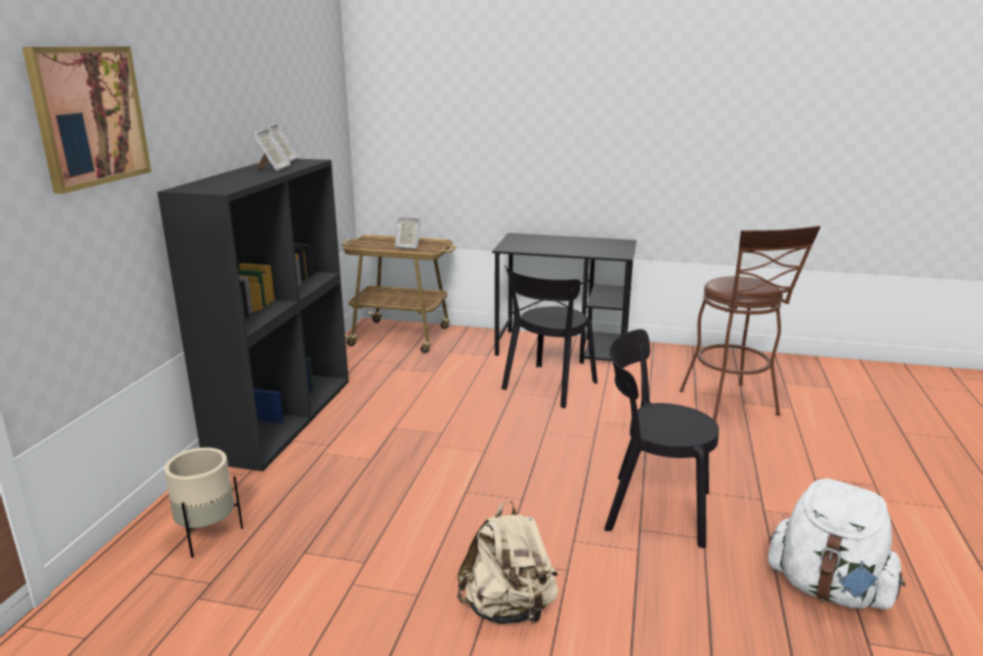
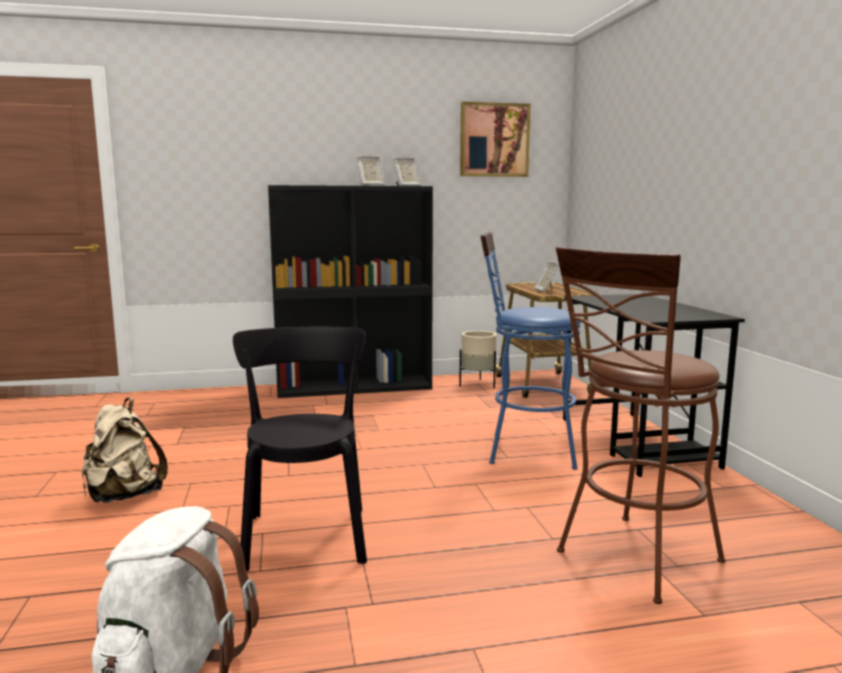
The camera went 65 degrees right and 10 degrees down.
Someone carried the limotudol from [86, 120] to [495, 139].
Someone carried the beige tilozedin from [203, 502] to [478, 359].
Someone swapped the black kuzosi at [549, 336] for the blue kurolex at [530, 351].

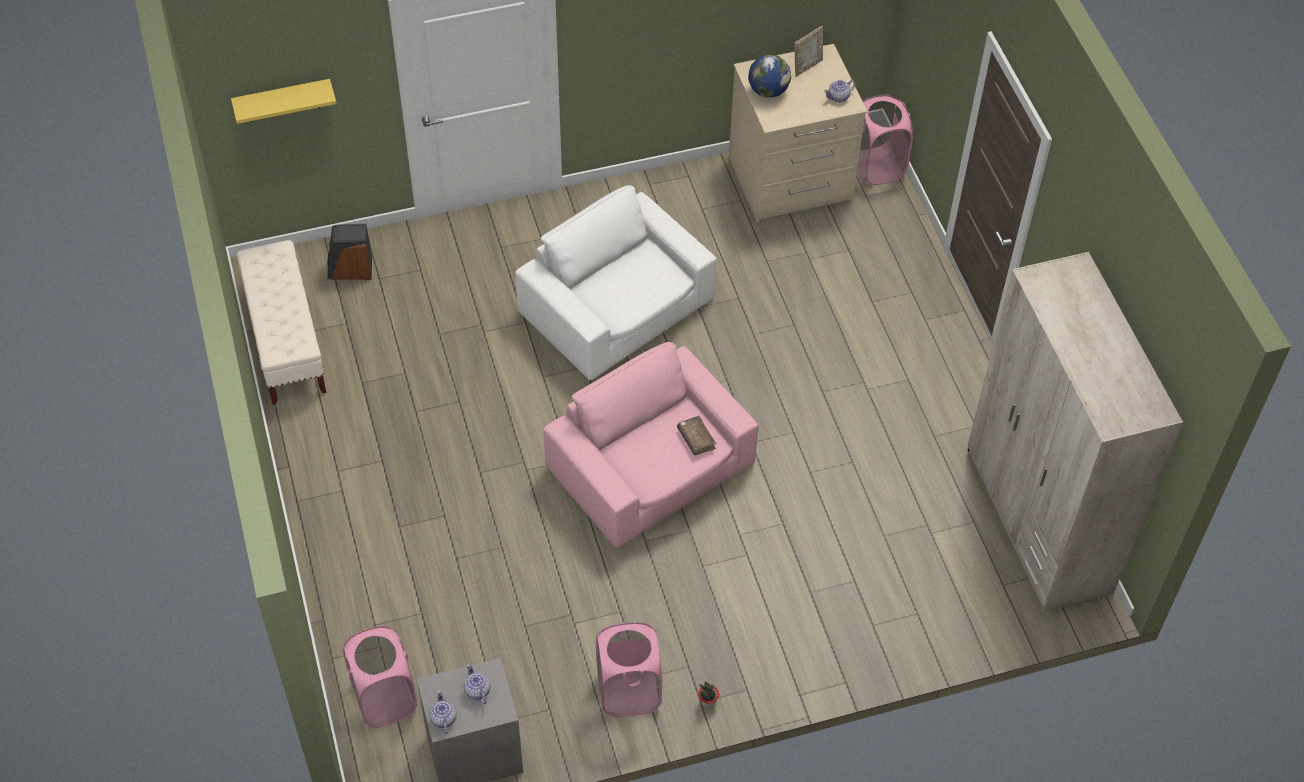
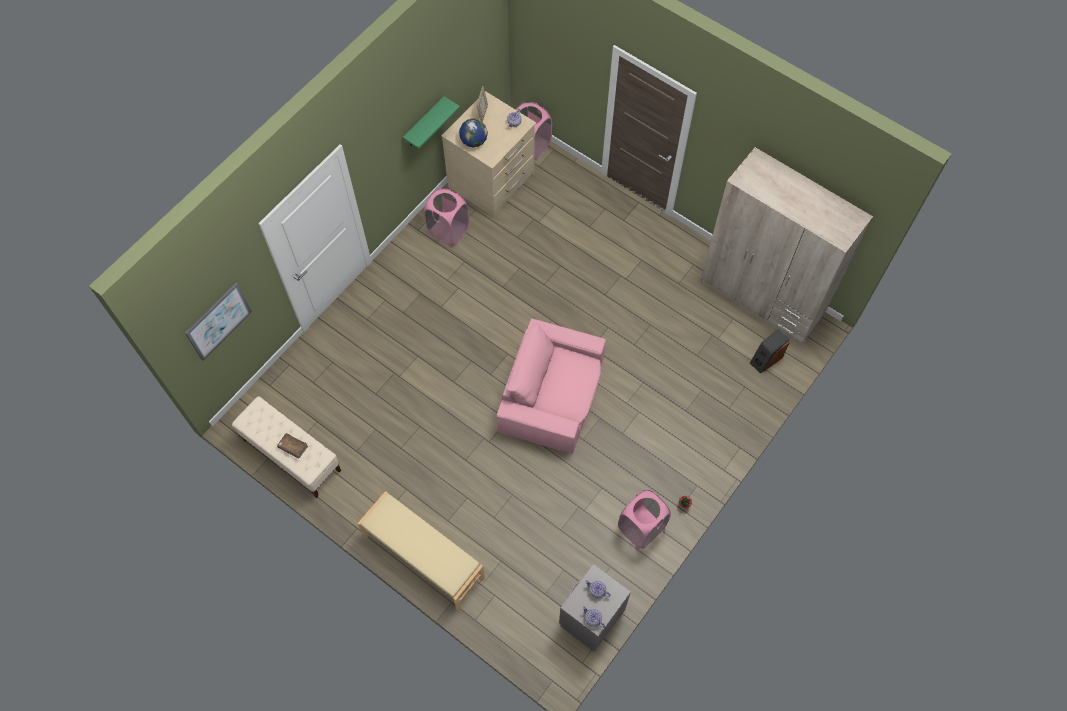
The camera went 35 degrees left and 10 degrees up.
Someone swapped the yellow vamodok at [284, 101] for the limotudol at [218, 321].
Someone carried the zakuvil from [349, 252] to [769, 351].
Someone carried the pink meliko from [379, 677] to [446, 216].
Someone took away the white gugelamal at [616, 282].
Someone carried the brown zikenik from [696, 435] to [292, 446].
Someone put down the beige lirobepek at [421, 551].
Someone put up the green vamodok at [431, 122].

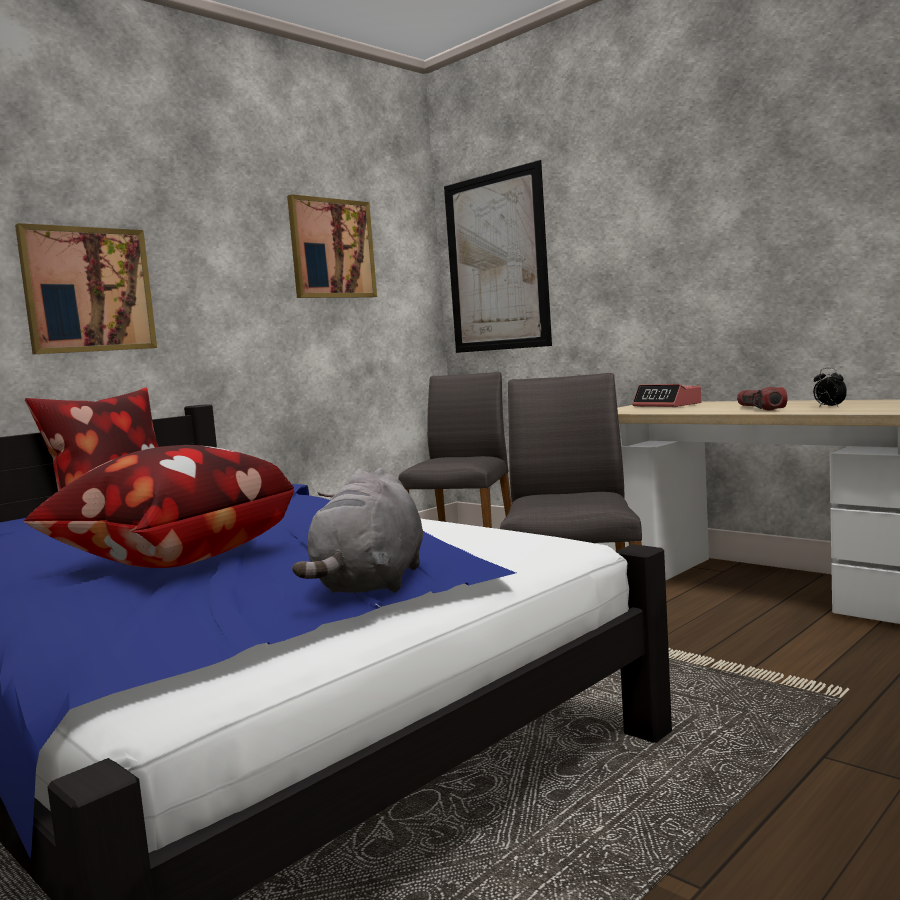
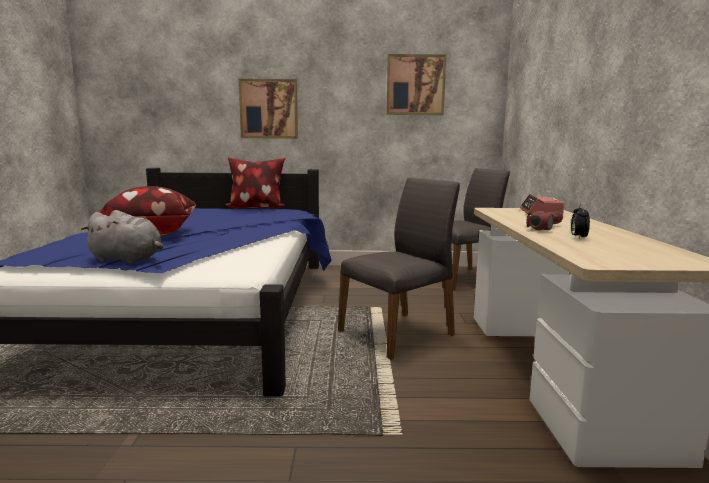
The camera went 45 degrees right and 5 degrees up.
Someone rotated the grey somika at [357, 530] by 135 degrees counterclockwise.
Someone took away the limotudol at [498, 256].

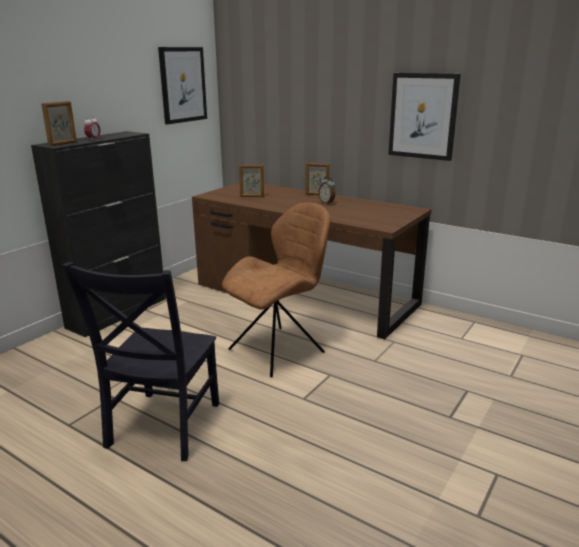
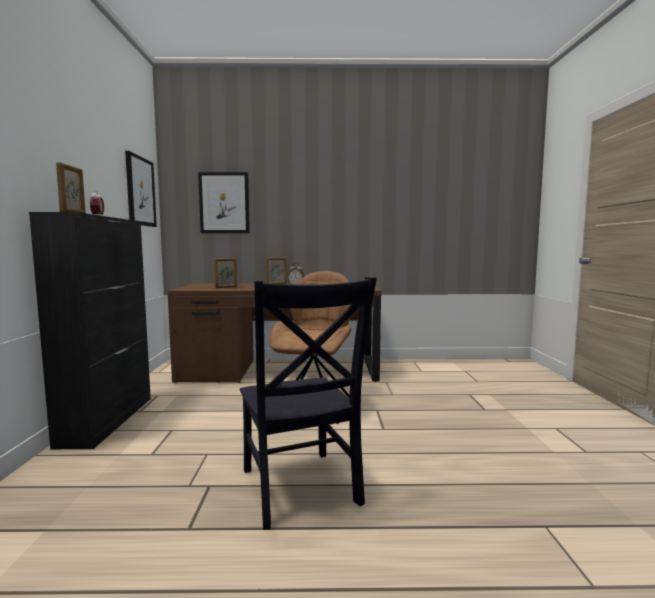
The camera went 35 degrees left and 15 degrees down.
Someone carried the limotudol from [424, 117] to [224, 202].

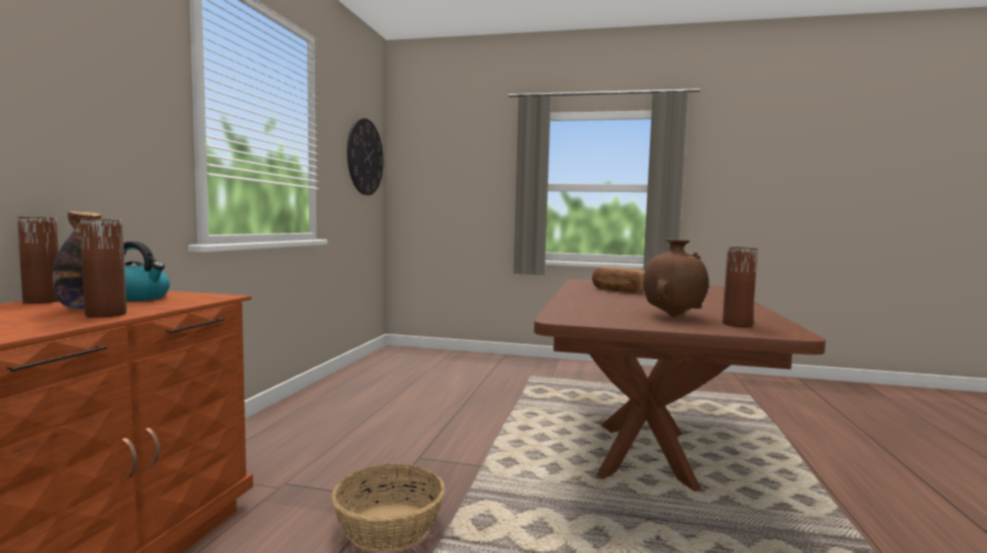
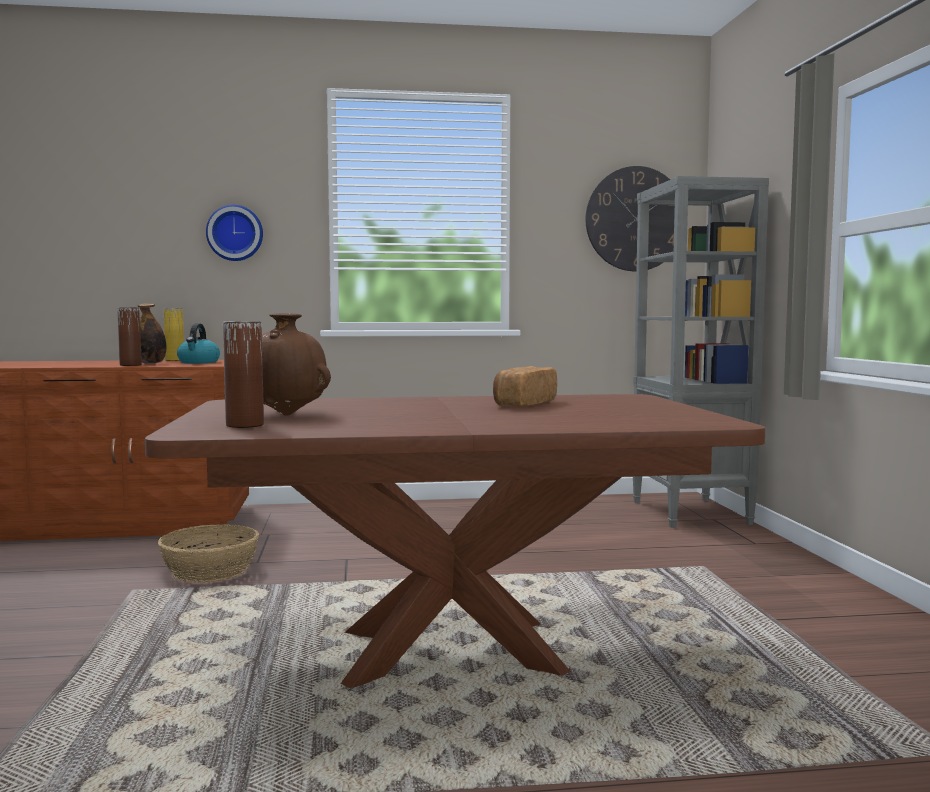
The camera went 70 degrees right and 0 degrees up.
Someone repainted the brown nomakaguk at [38, 260], which became the yellow nomakaguk at [173, 334].
Someone put up the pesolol at [234, 233].
Someone put down the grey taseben at [701, 352].

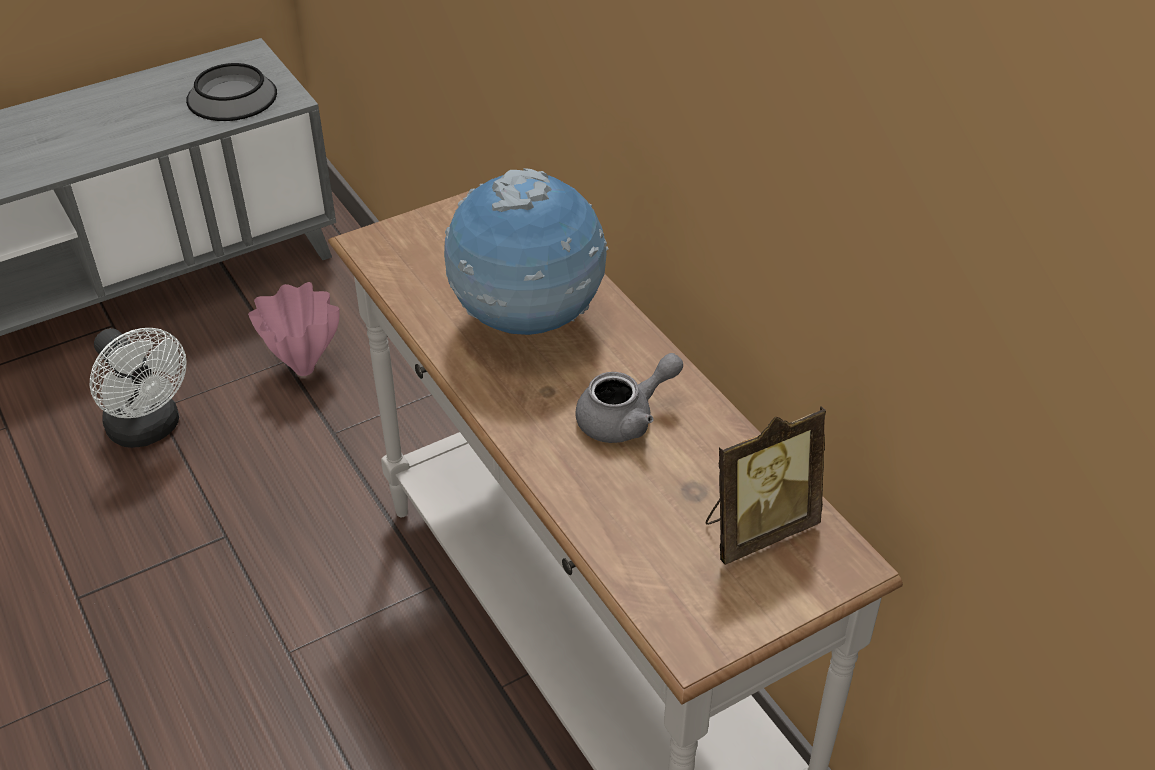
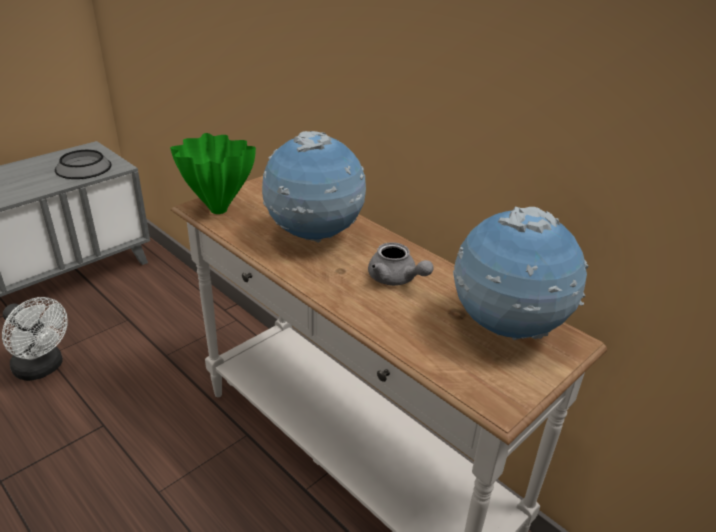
The camera went 15 degrees left and 10 degrees down.
Someone took away the pink nomakaguk at [293, 329].
Someone rotated the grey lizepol at [629, 398] by 90 degrees clockwise.
Someone swapped the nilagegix at [765, 486] for the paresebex at [520, 273].
Someone put down the green nomakaguk at [213, 173].

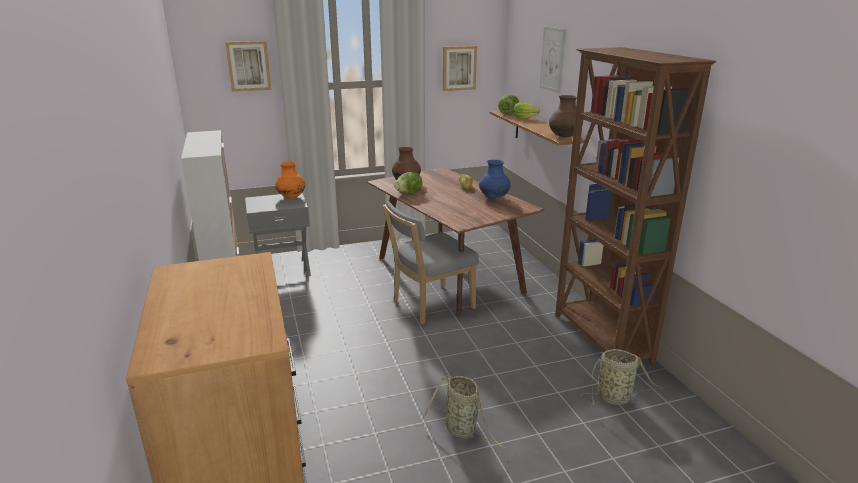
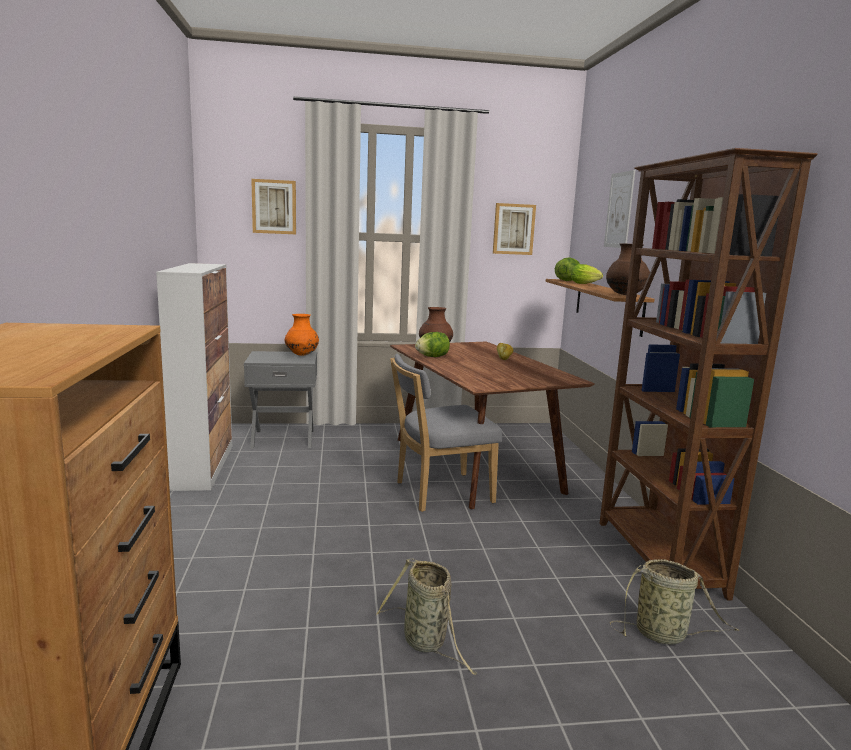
The camera went 10 degrees right and 10 degrees down.
Someone took away the blue nomakaguk at [494, 179].

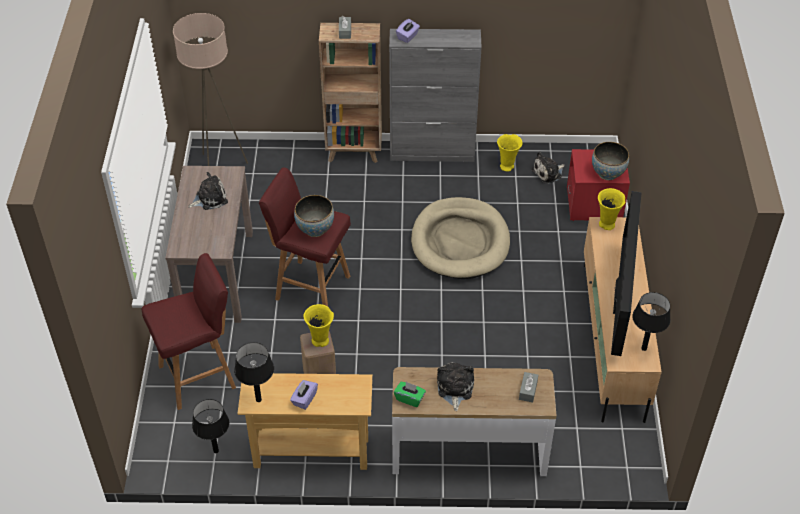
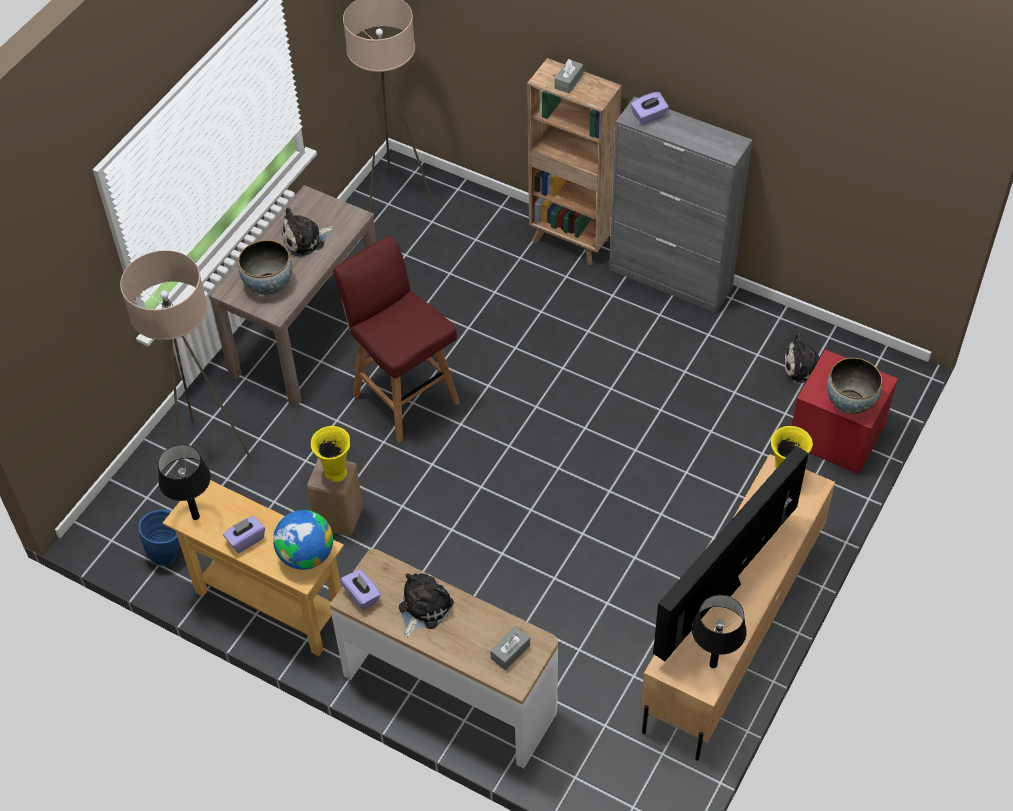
The camera went 30 degrees right and 5 degrees up.
Someone swapped the red kurolex at [188, 331] for the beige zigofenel at [185, 359].
Someone rotated the somika at [208, 191] by 150 degrees clockwise.
Someone swapped the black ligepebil at [210, 426] for the blue nomakaguk at [159, 537].
Someone carried the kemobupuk from [314, 216] to [265, 268].
Someone repainted the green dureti at [410, 394], which became the purple dureti at [361, 589].
Someone took away the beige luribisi at [460, 238].
Someone took away the yellow nomakaguk at [509, 152].
Someone put down the paresebex at [303, 540].

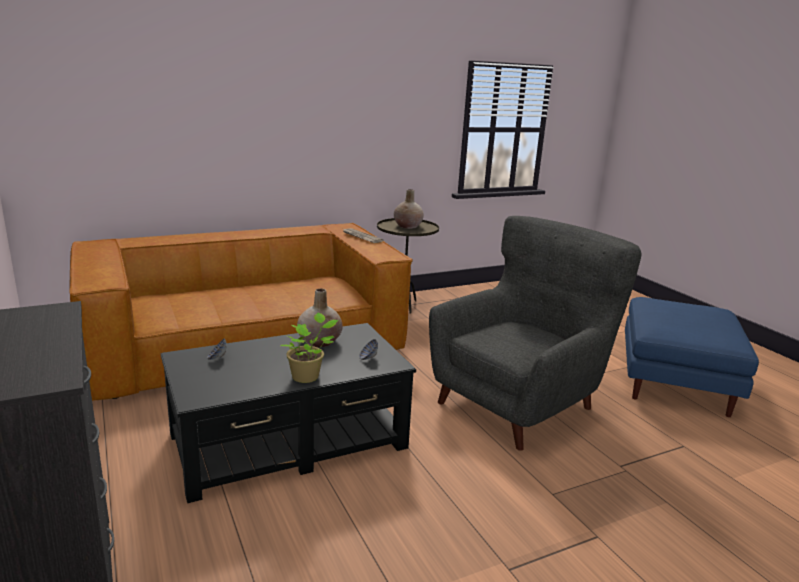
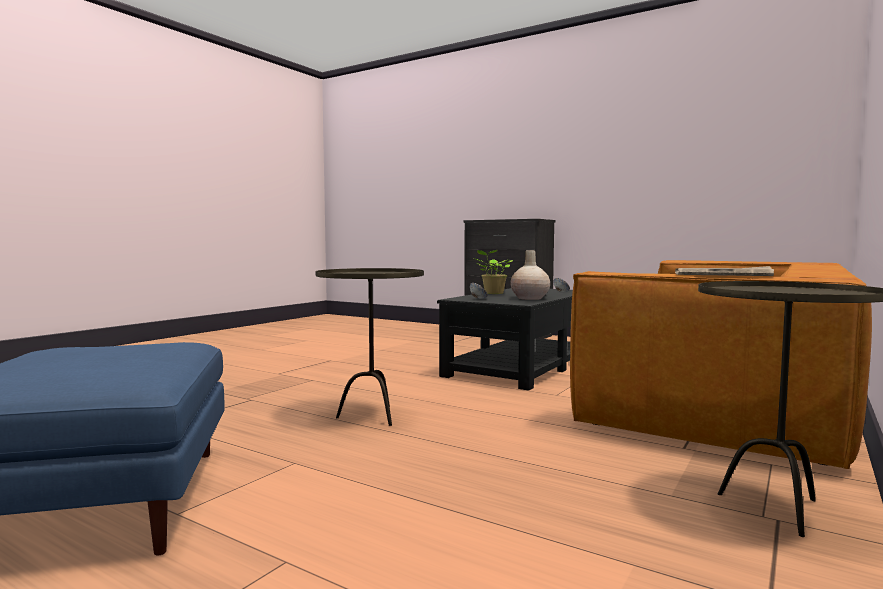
The camera went 150 degrees right and 15 degrees down.
Someone took away the beige nomakaguk at [409, 209].
Someone swapped the grey gugelamal at [535, 333] for the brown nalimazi at [369, 347].

